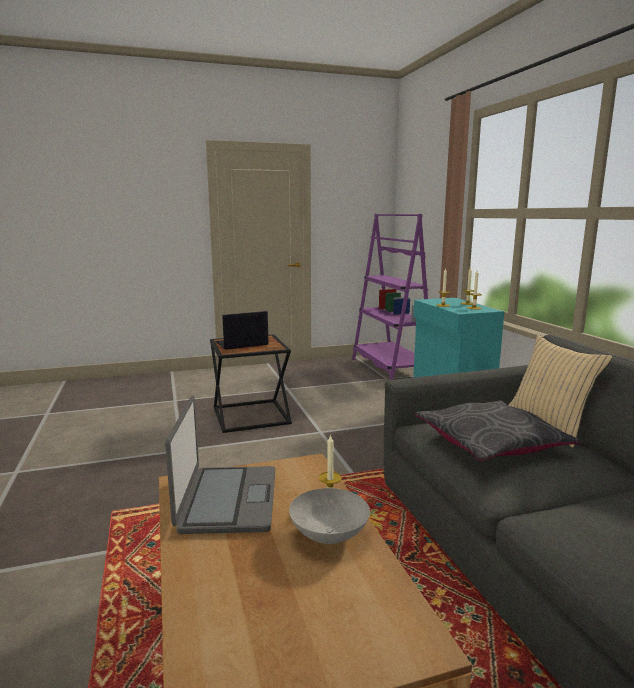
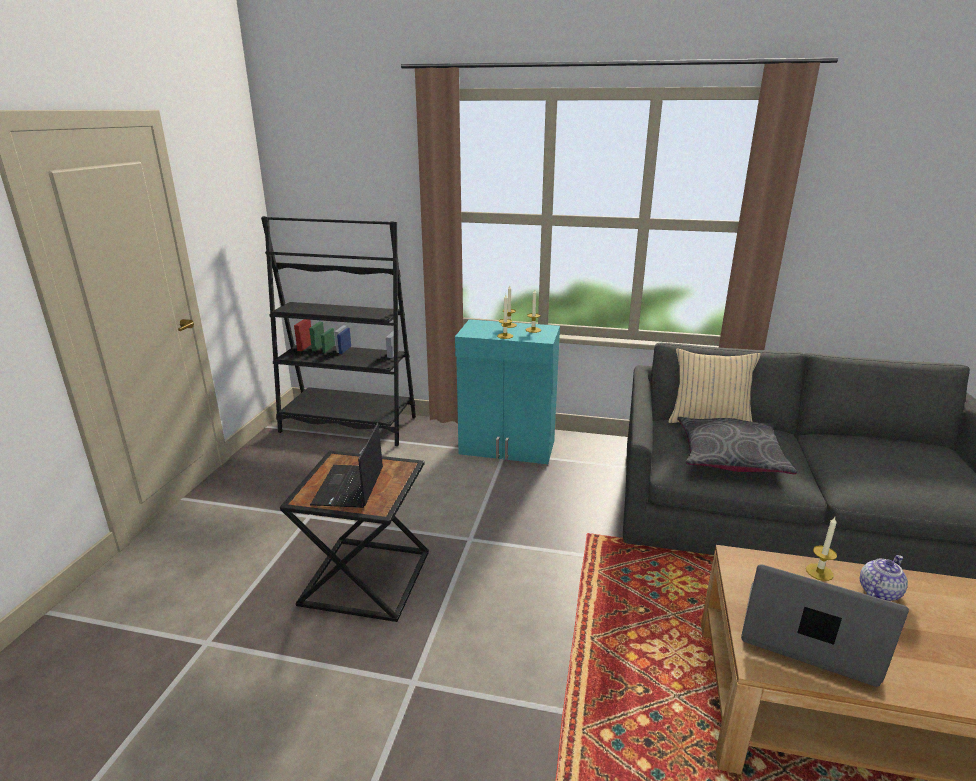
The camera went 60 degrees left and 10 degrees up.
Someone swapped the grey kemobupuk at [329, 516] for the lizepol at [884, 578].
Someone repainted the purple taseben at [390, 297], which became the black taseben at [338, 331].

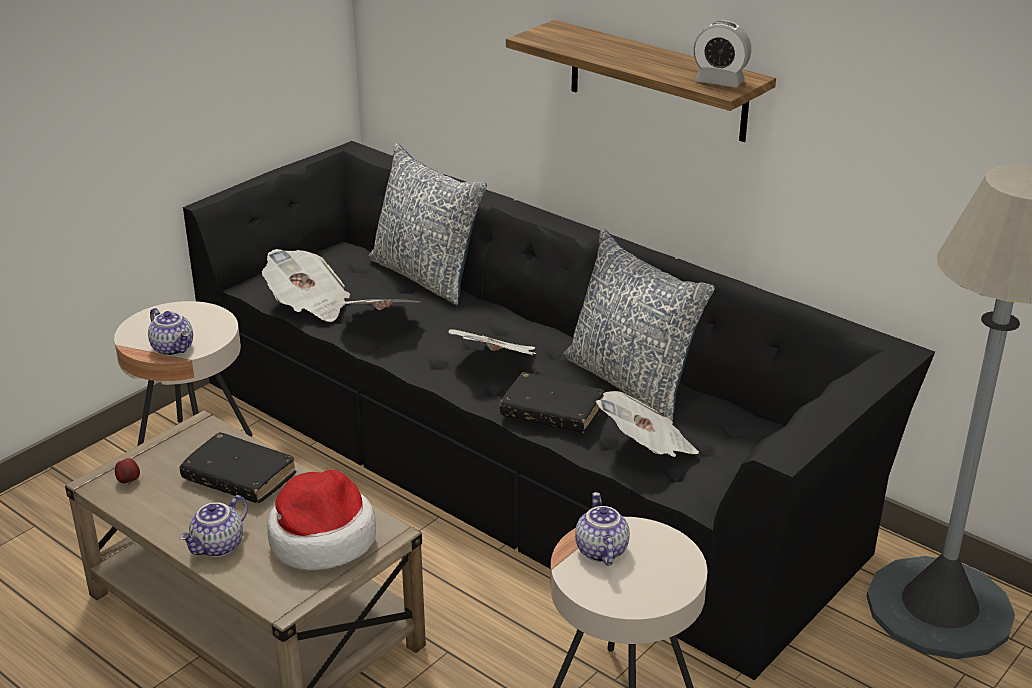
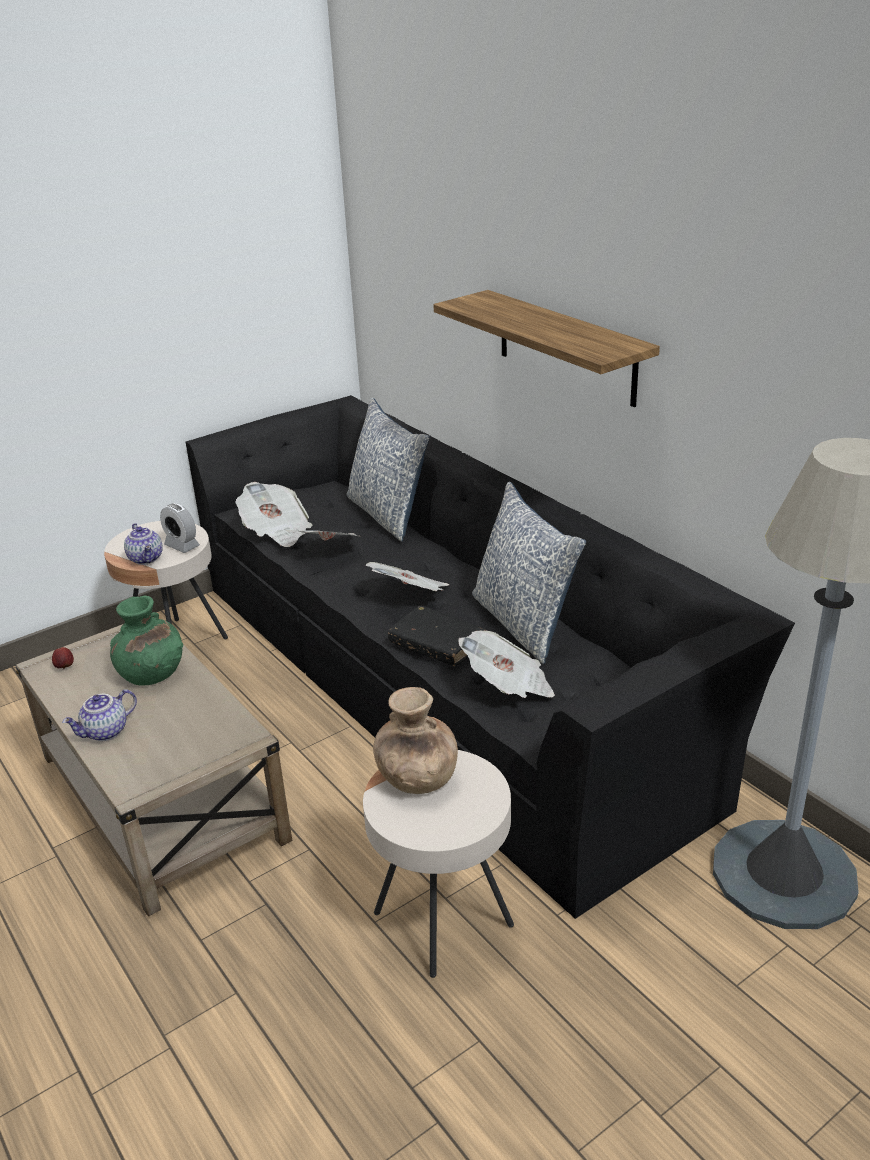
The camera went 15 degrees right and 0 degrees up.
Someone swapped the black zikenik at [238, 468] for the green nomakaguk at [146, 640].
Someone took away the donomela at [321, 520].
Someone swapped the lizepol at [602, 529] for the brown nomakaguk at [415, 740].
Someone carried the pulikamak from [722, 54] to [180, 528].

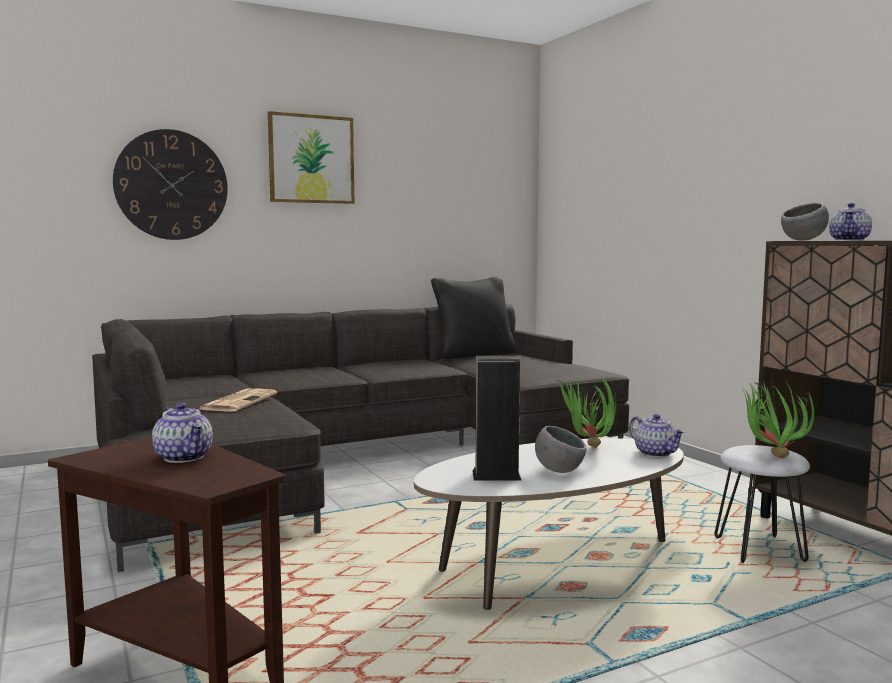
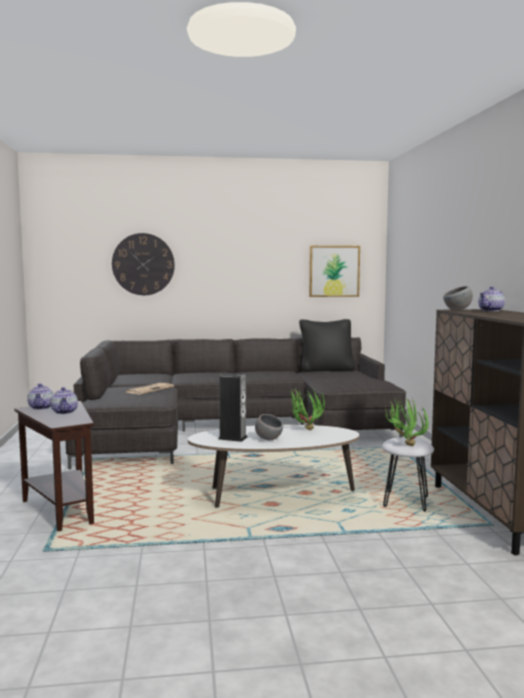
The camera went 20 degrees right and 0 degrees up.
Someone carried the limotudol from [311, 157] to [334, 271].
Someone carried the lizepol from [657, 435] to [40, 396].

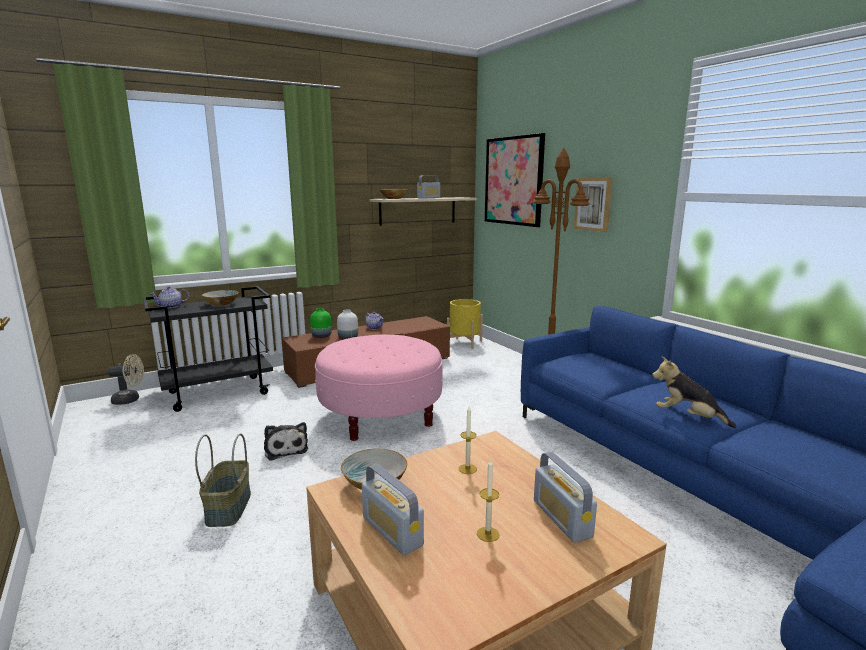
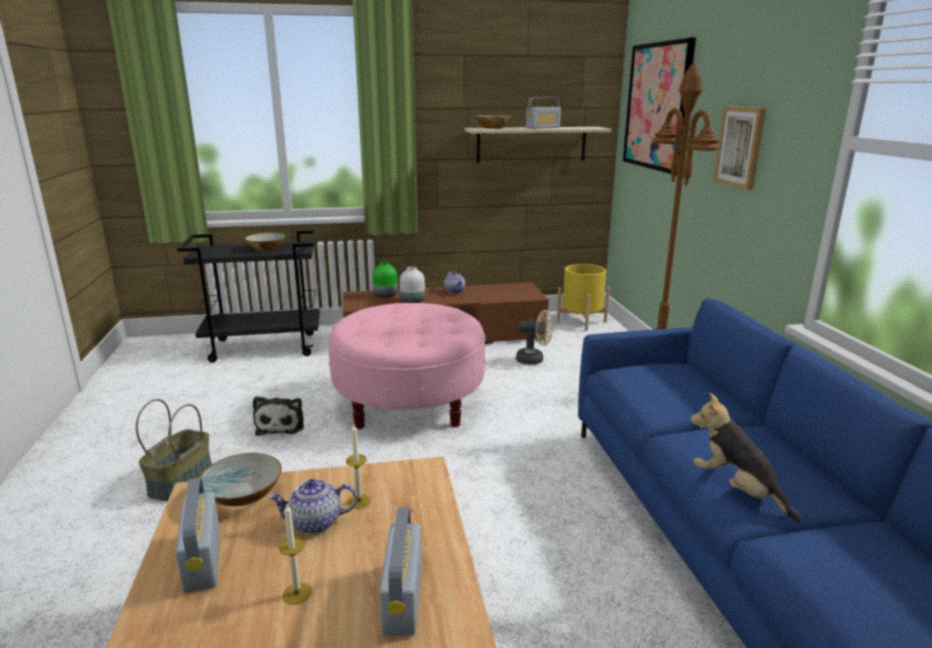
The camera went 20 degrees right and 5 degrees up.
Someone carried the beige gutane from [126, 379] to [534, 337].
Someone carried the lizepol from [169, 297] to [312, 506].

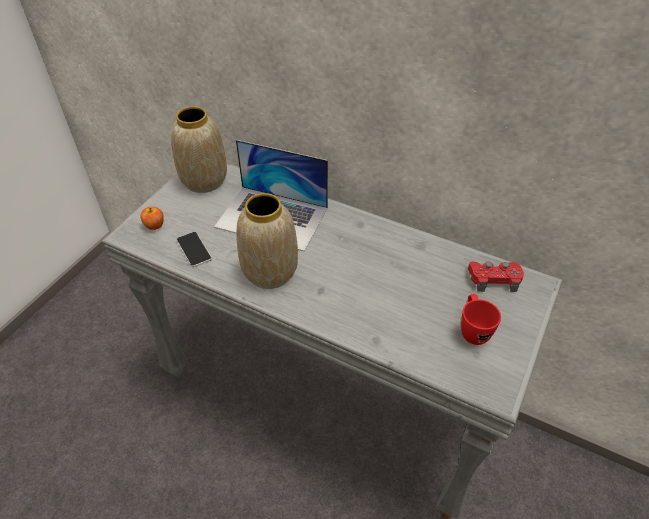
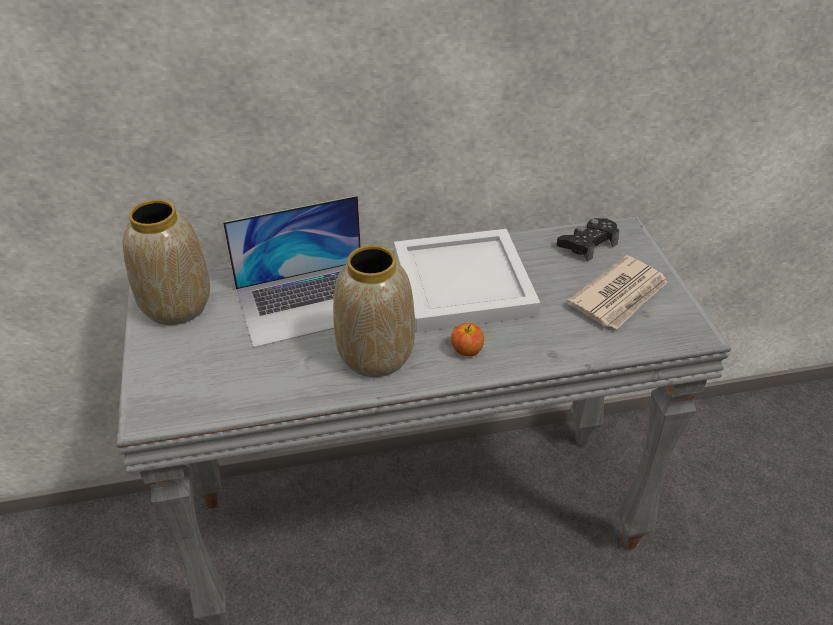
The camera went 40 degrees left and 5 degrees down.
Someone carried the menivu from [152, 218] to [467, 339].
Someone took away the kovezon at [194, 249].
Someone swapped the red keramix at [481, 319] for the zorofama at [617, 292].
Someone repainted the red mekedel at [496, 276], which became the black mekedel at [588, 240].
Someone put down the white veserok at [467, 281].

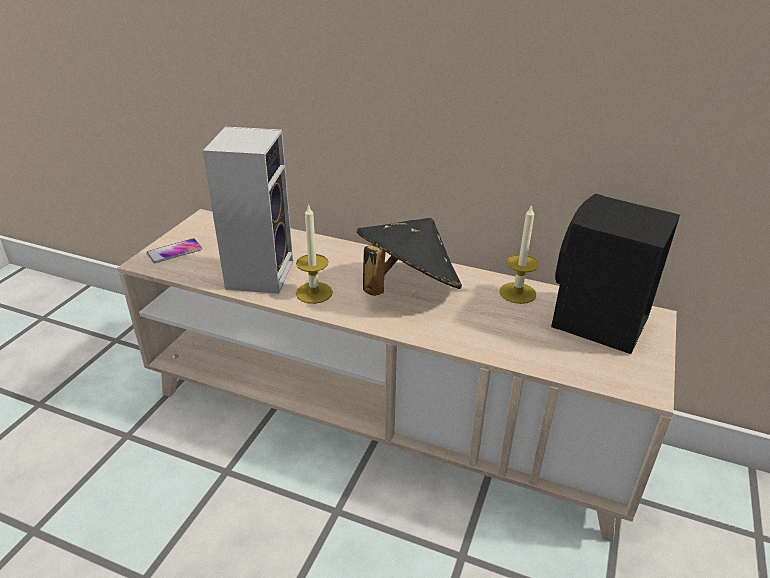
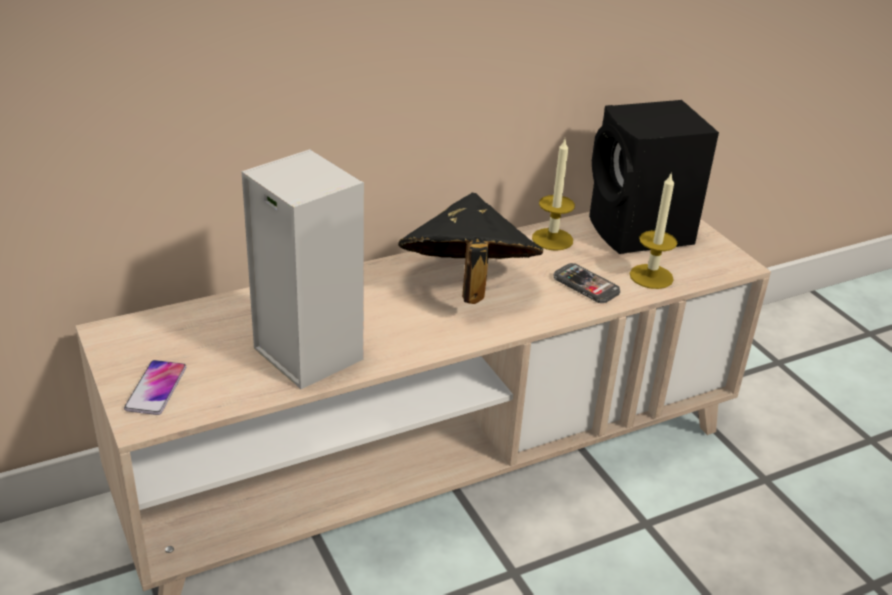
The camera went 50 degrees left and 0 degrees up.
Someone carried the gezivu from [314, 254] to [653, 231].
Someone put down the kovezon at [586, 283].

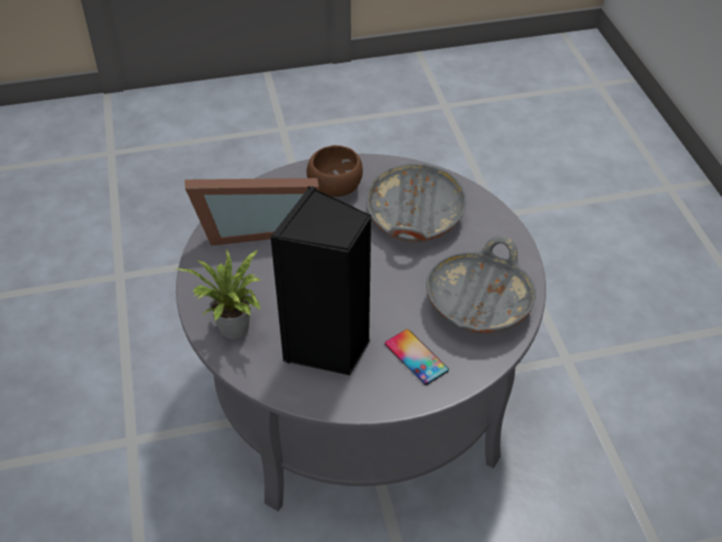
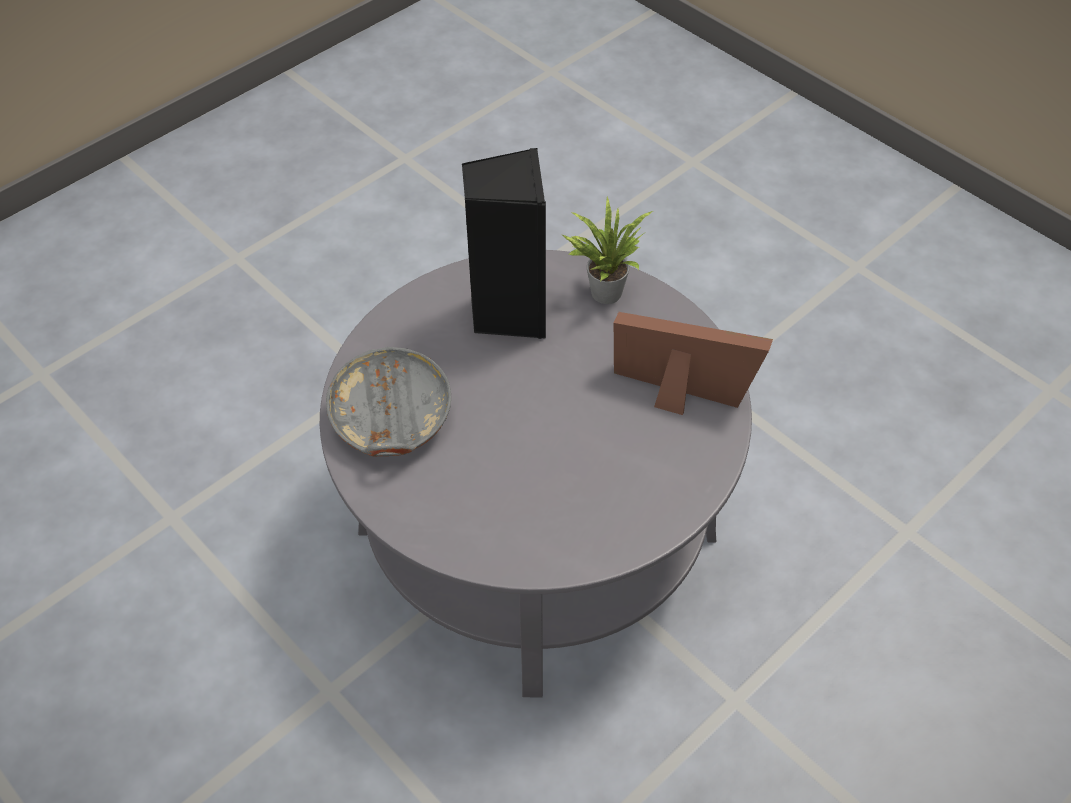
The camera went 150 degrees right and 5 degrees up.
Someone rotated the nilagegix at [252, 212] by 60 degrees clockwise.
Someone took away the brown kemobupuk at [335, 171].
Someone took away the grey kemobupuk at [416, 202].
Someone took away the kovezon at [417, 357].

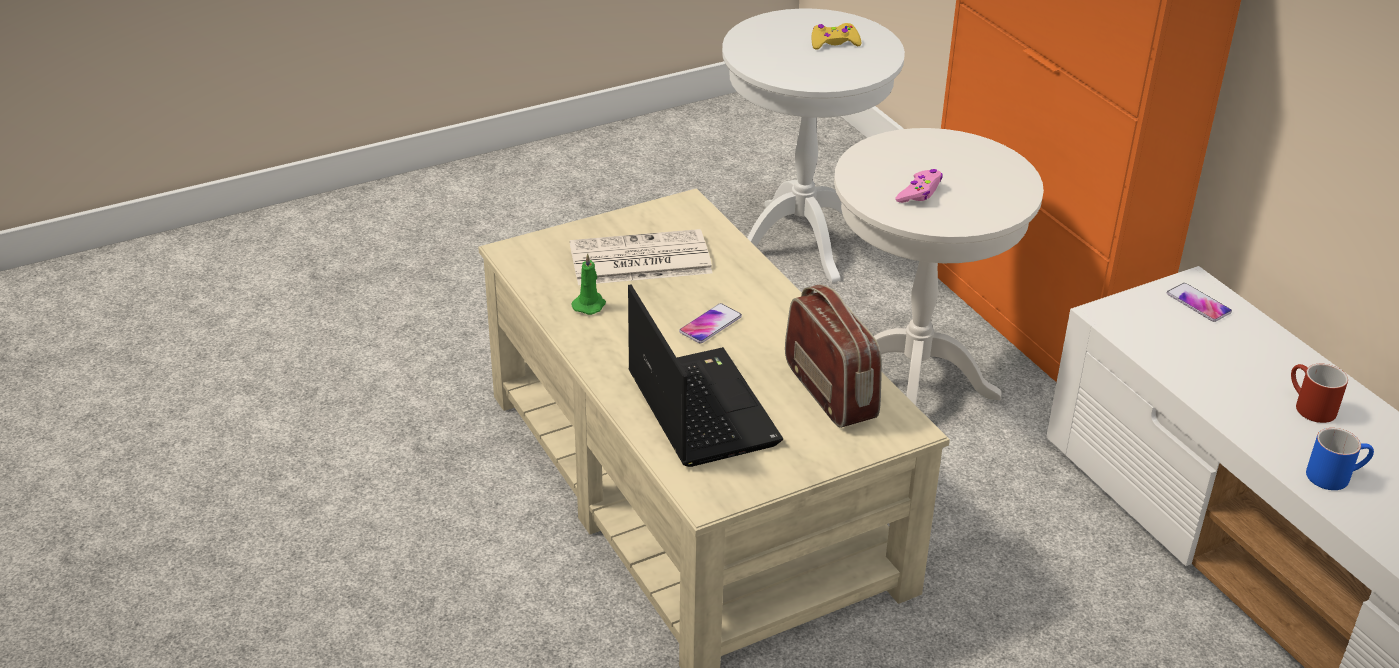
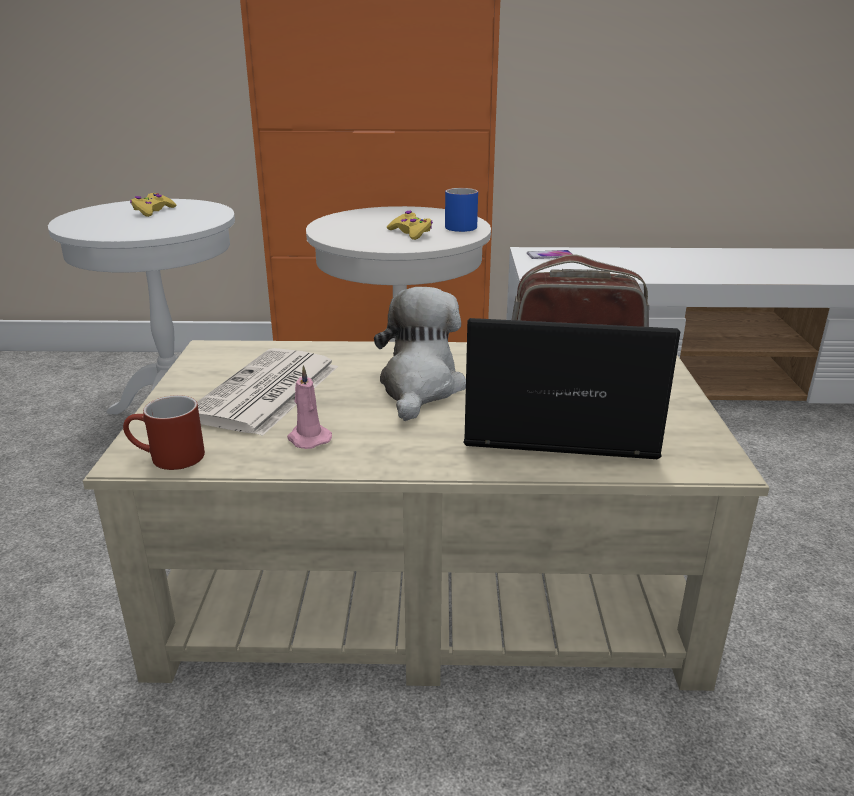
The camera went 60 degrees left and 10 degrees down.
Someone repainted the green gezivu at [589, 284], which became the pink gezivu at [309, 407].
Someone swapped the kovezon at [710, 323] for the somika at [420, 354].
Someone repainted the pink mekedel at [919, 186], which became the yellow mekedel at [410, 225].
Someone carried the red keramix from [1319, 393] to [164, 432].
Someone carried the blue keramix from [1340, 459] to [461, 210].

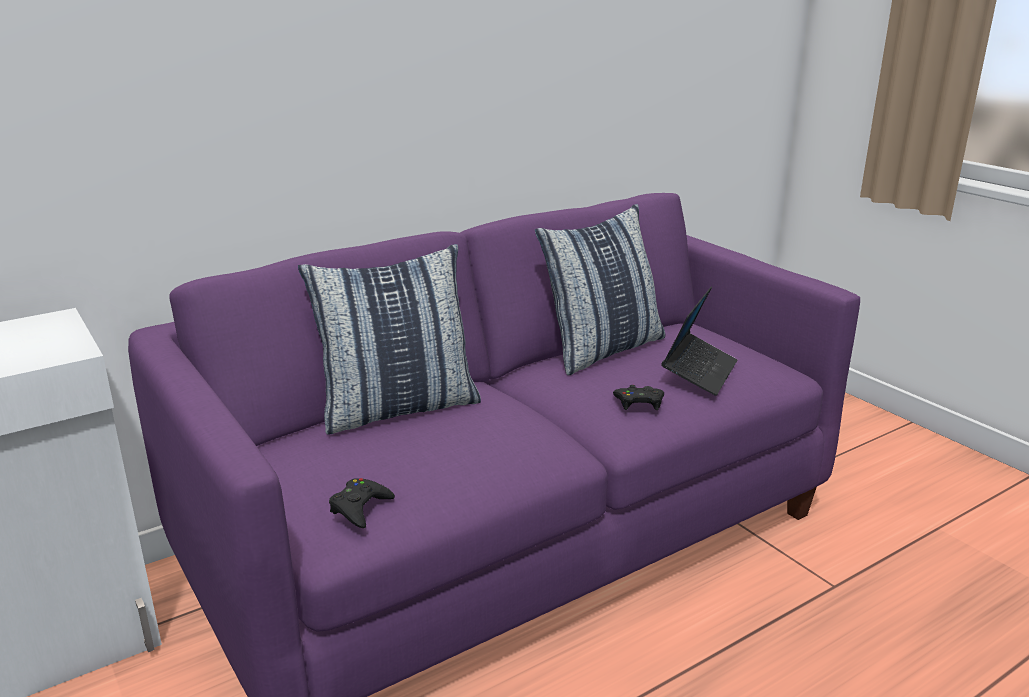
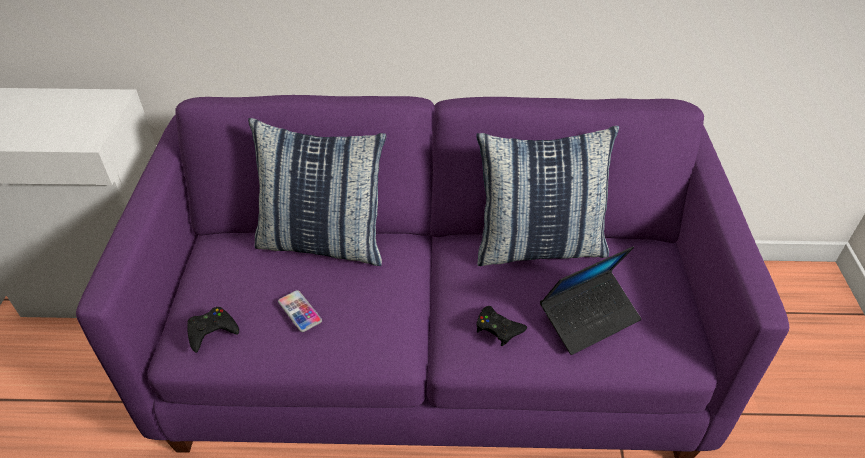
The camera went 35 degrees right and 20 degrees up.
Someone put down the kovezon at [300, 311].

